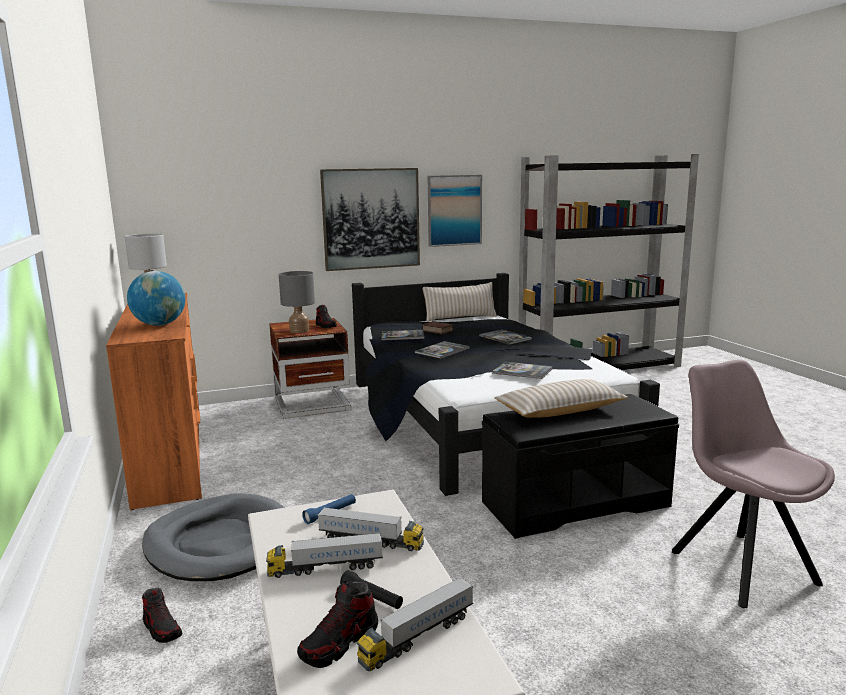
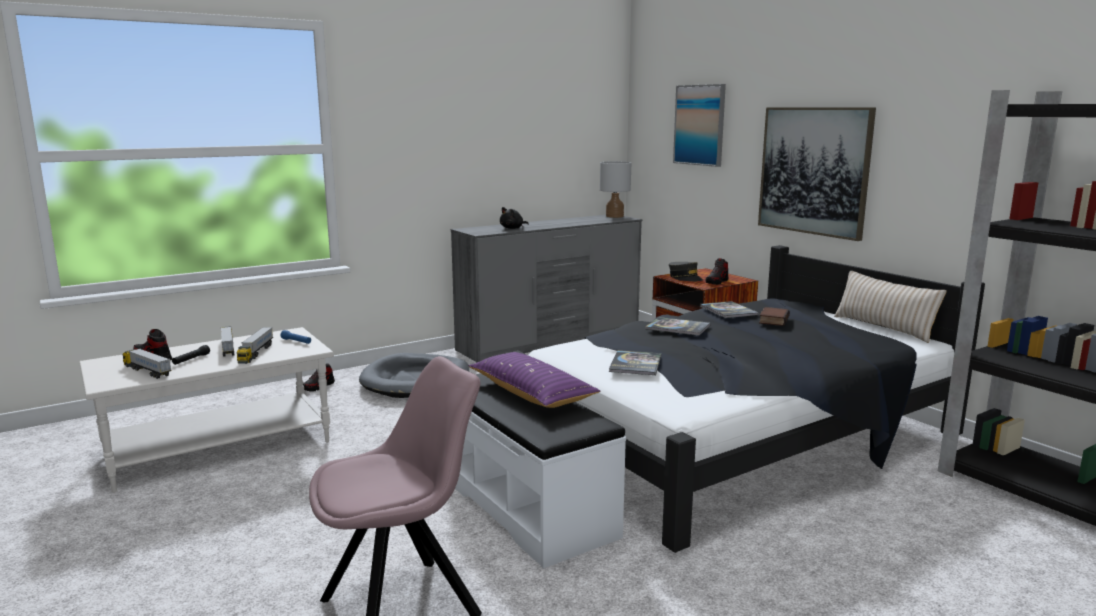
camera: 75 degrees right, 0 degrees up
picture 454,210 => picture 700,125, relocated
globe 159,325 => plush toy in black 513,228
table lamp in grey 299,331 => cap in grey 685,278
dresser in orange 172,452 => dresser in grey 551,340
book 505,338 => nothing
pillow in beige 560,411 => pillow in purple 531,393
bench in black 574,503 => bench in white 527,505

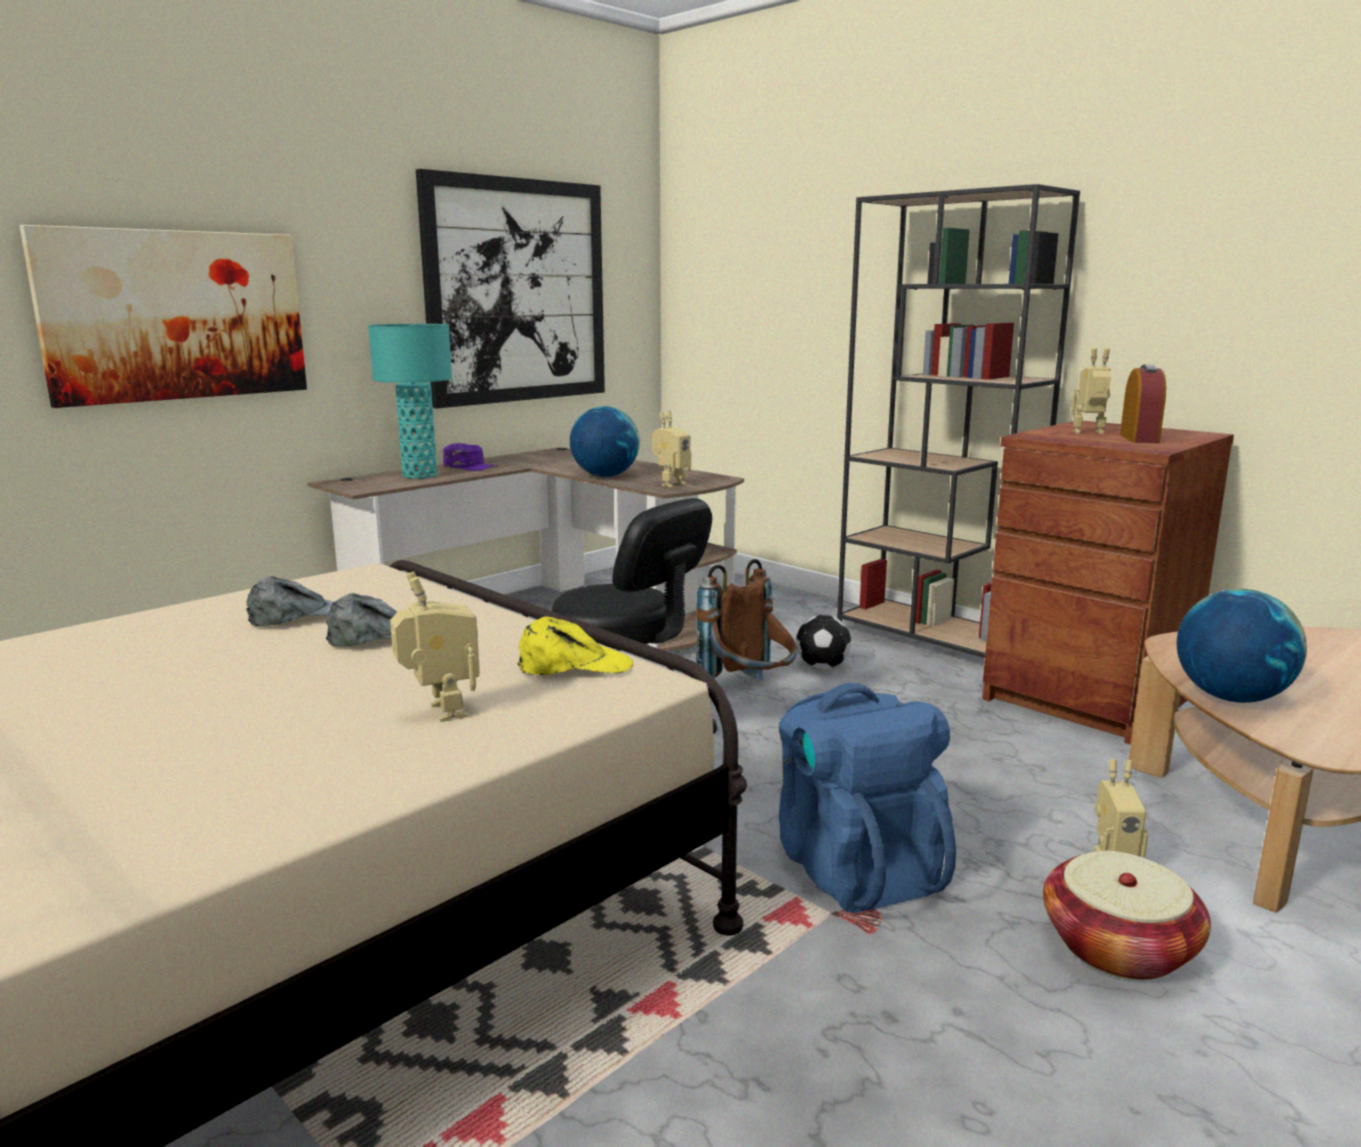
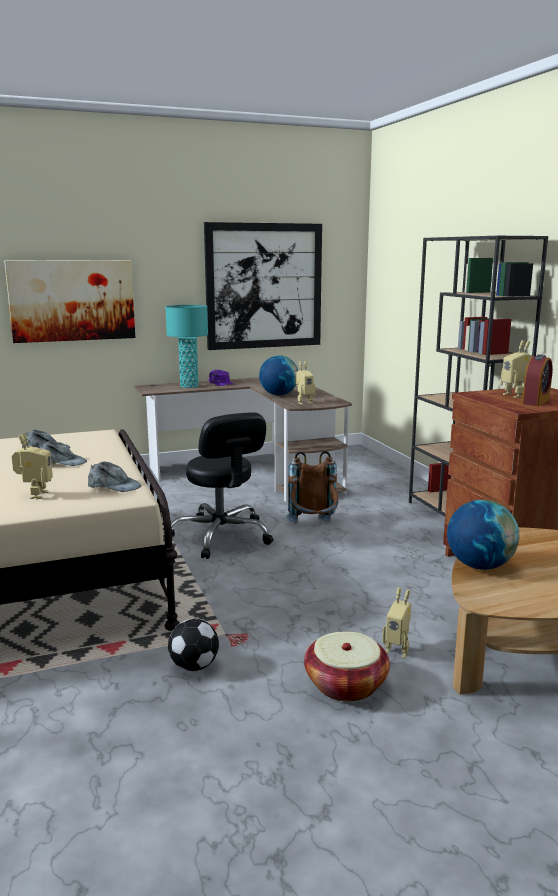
camera: 25 degrees right, 0 degrees up
toy robot 1089,433 => toy robot 515,395, 150 degrees counterclockwise
football 823,667 => football 194,666, relocated
cap in yellow 575,665 => cap in grey 113,486
backpack in blue 854,867 => nothing

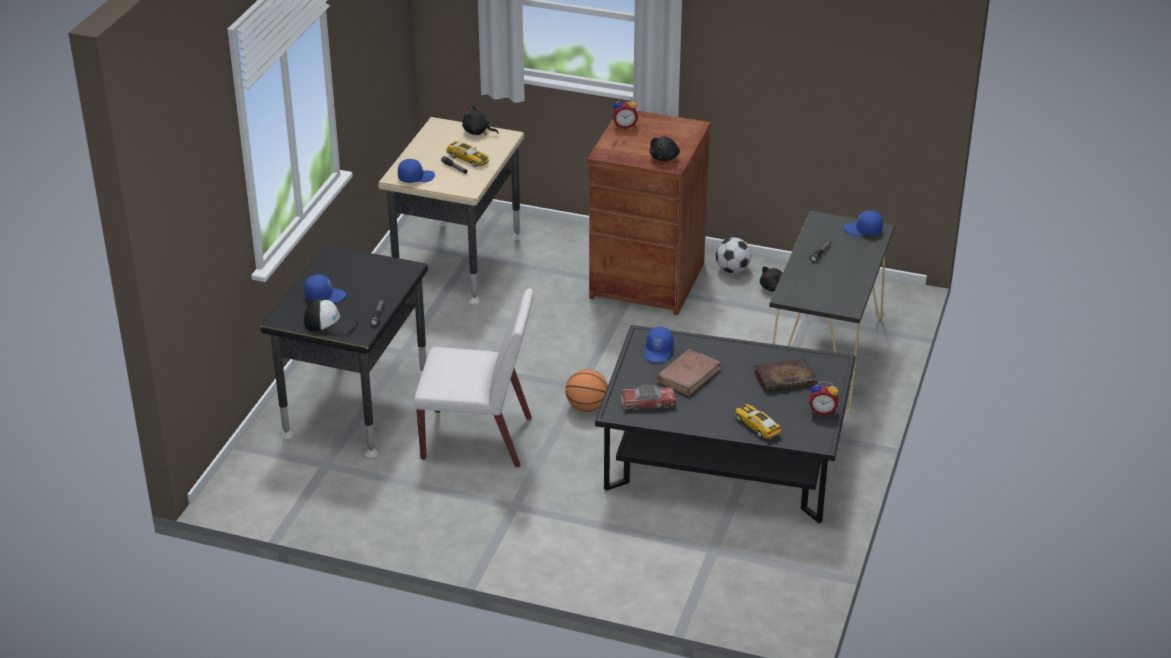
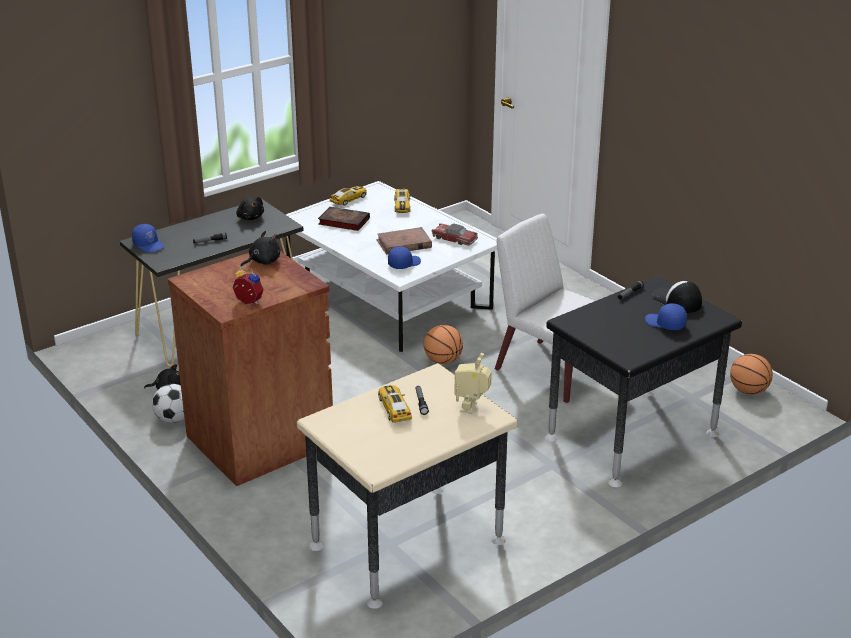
camera: 145 degrees left, 5 degrees down
plush toy in black 477,132 => plush toy in black 250,217, relocated
cap in blue 416,177 => toy robot 472,408
coffee table in black 724,459 => coffee table in white 389,296
alarm clock 822,410 => toy car 348,199
nothing => basketball 748,391

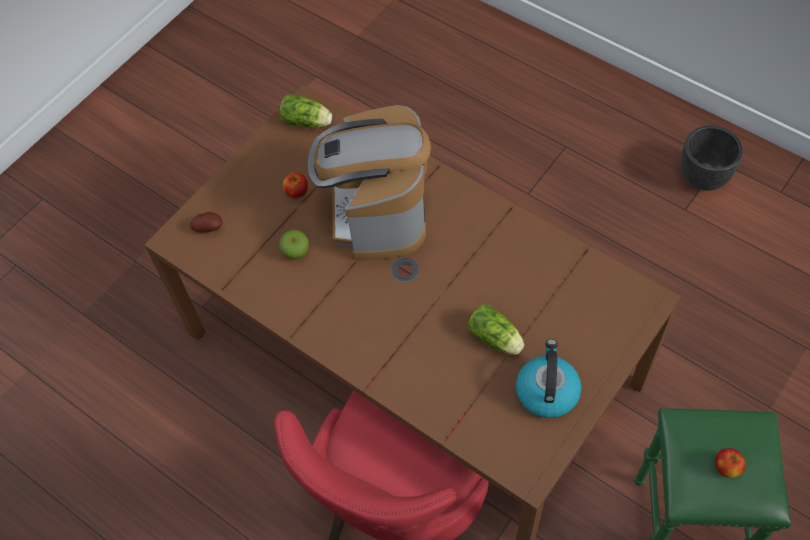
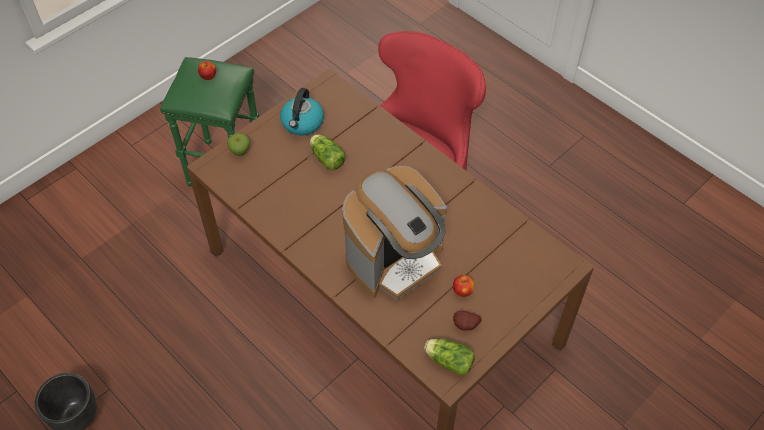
camera: 175 degrees left, 5 degrees down
coffee machine 378,214 => coffee machine 395,260, 45 degrees clockwise
potato 209,227 => potato 466,326, relocated
apple 296,253 => apple 240,151, relocated

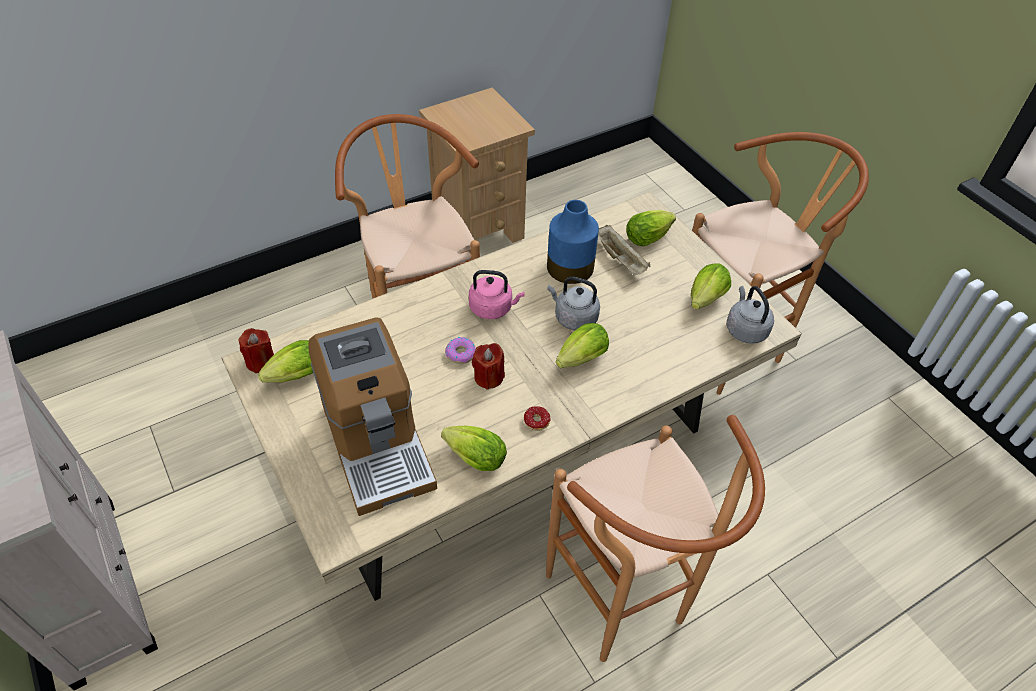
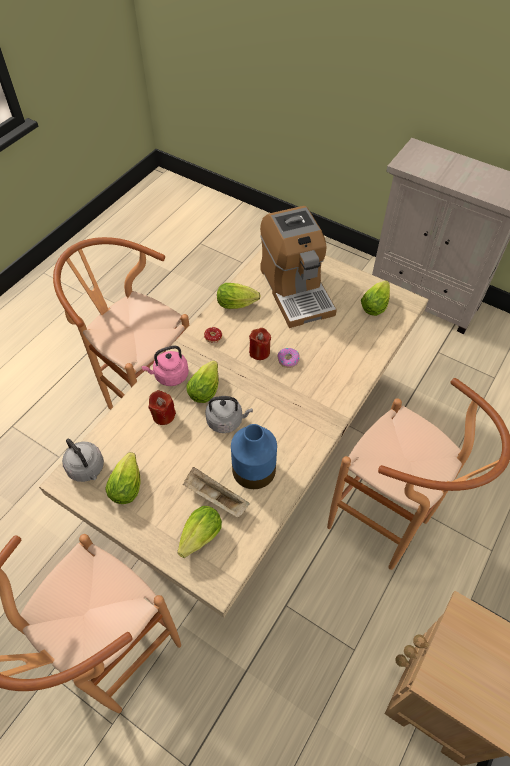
camera: 155 degrees right, 5 degrees up
kettle in pink 493,308 => kettle in pink 169,376, relocated
coffee machine 377,444 => coffee machine 296,290, 150 degrees counterclockwise
candle in red 260,361 => candle in red 163,415, relocated

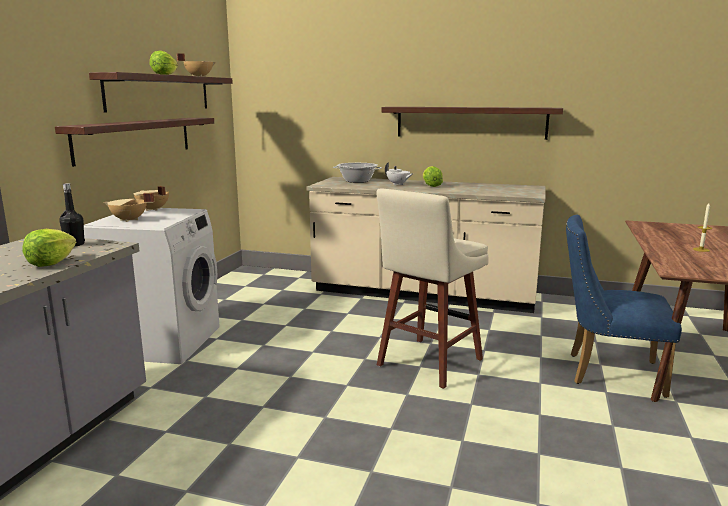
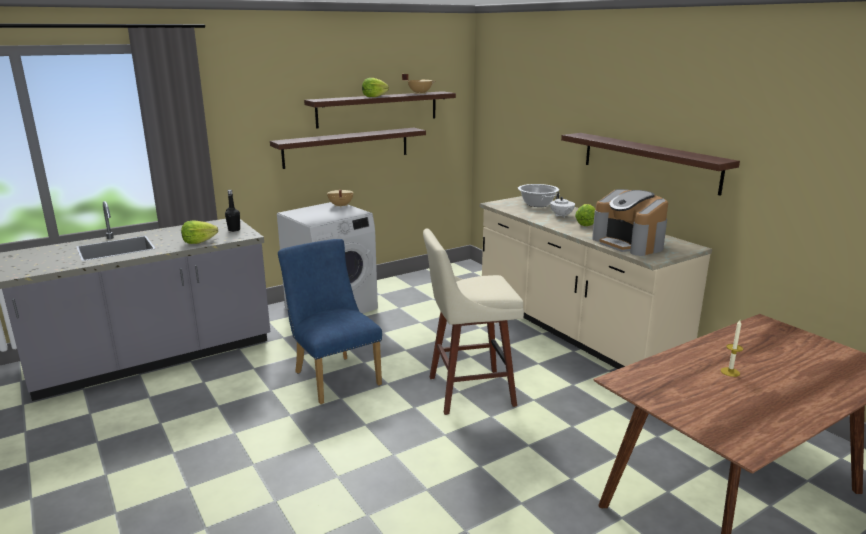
camera: 40 degrees right, 5 degrees up
cooking pot in beige 129,220 => nothing
chair in blue 606,372 => chair in blue 333,376, relocated
nothing => coffee machine 629,243

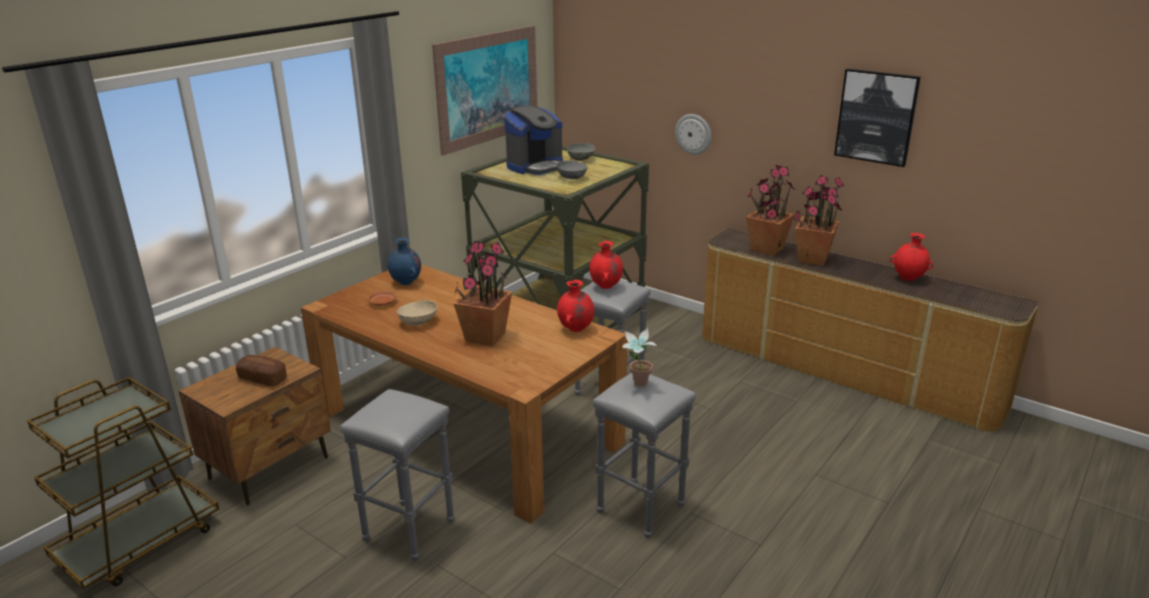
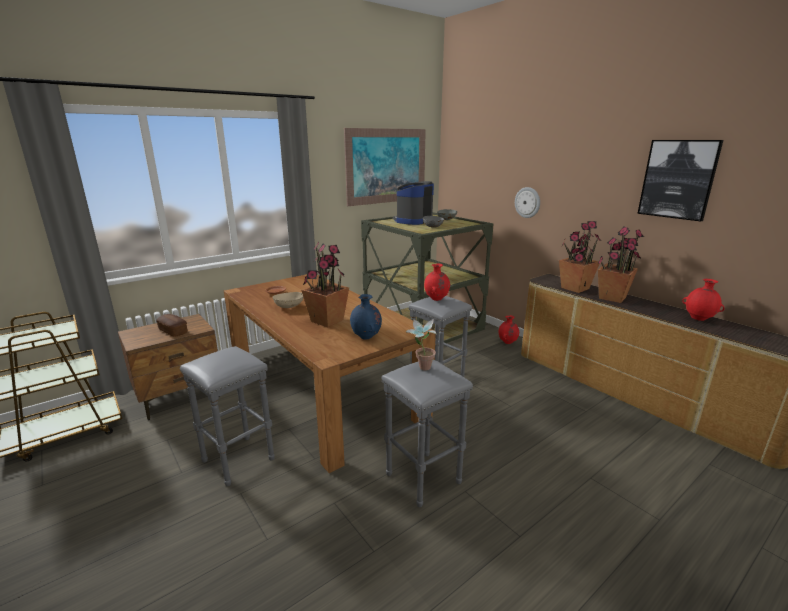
camera: 15 degrees right, 5 degrees down
coffee machine 535,166 => coffee machine 413,221, 150 degrees clockwise
vase in blue 406,283 => vase in blue 366,337, relocated
vase in red 576,329 => vase in red 507,342, relocated

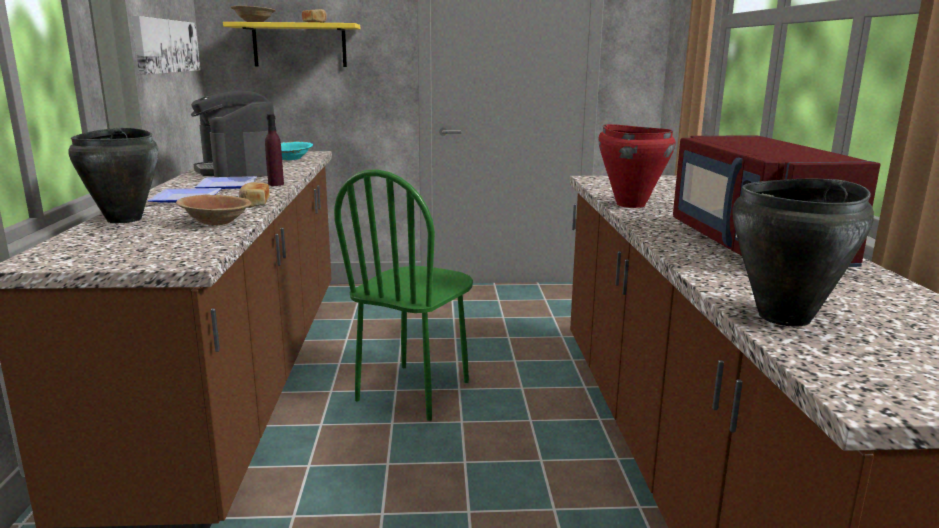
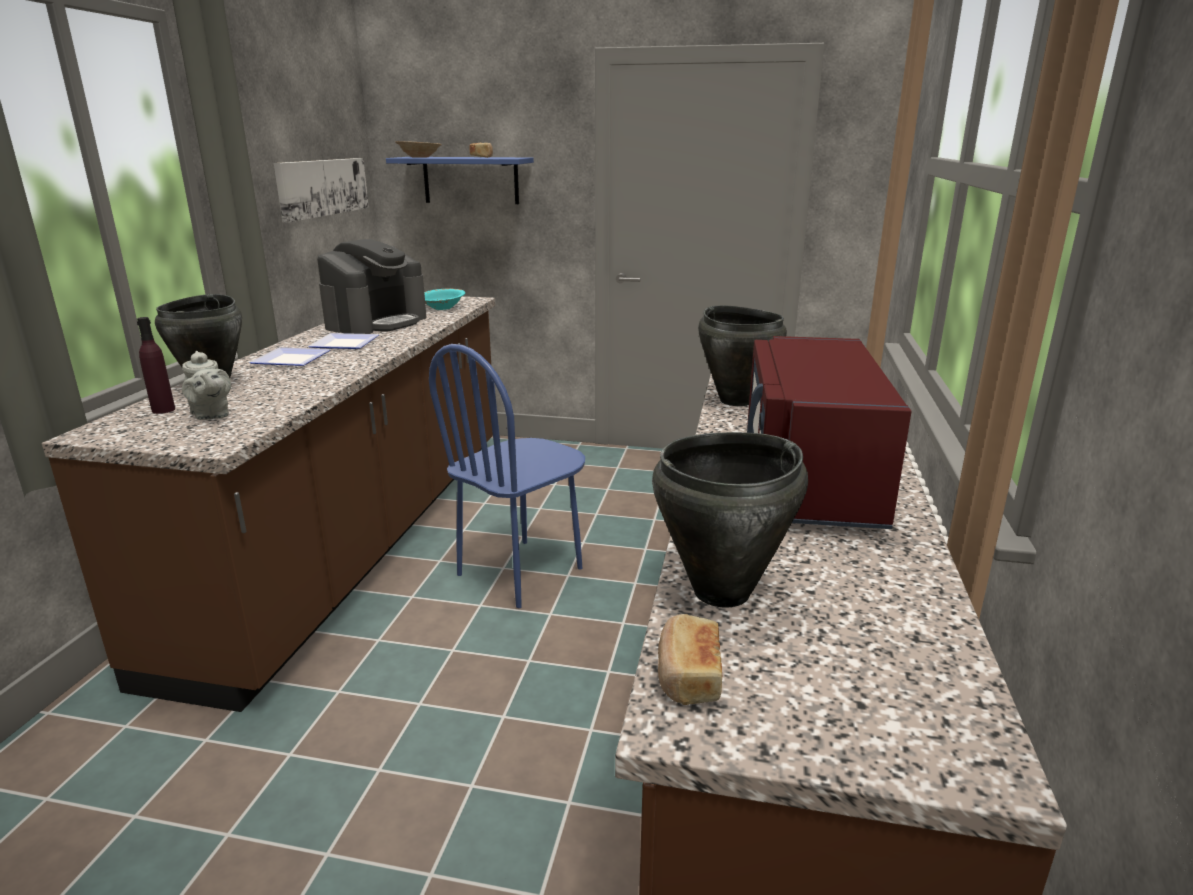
camera: 15 degrees right, 5 degrees up
shelf in yellow 299,45 => shelf in blue 471,180
coffee machine 239,170 => coffee machine 376,322, 135 degrees counterclockwise
bottle in purple 276,184 => bottle in purple 163,410, relocated
cooking pot in red 630,204 => cooking pot in black 736,400
chair in green 414,391 => chair in blue 520,572
bread 254,204 => bread 687,676, relocated
bowl in brown 216,222 => nothing
nothing => teapot in grey 211,415

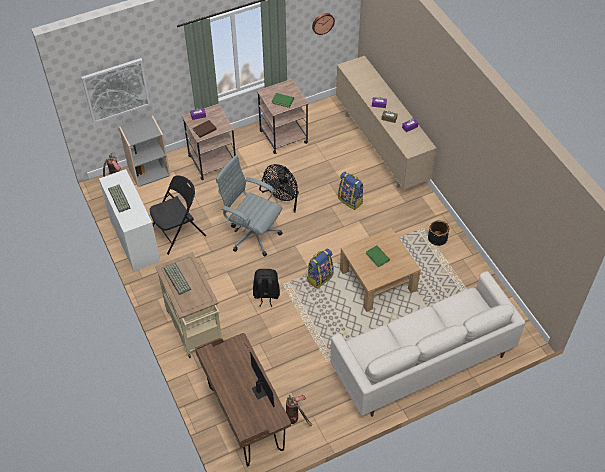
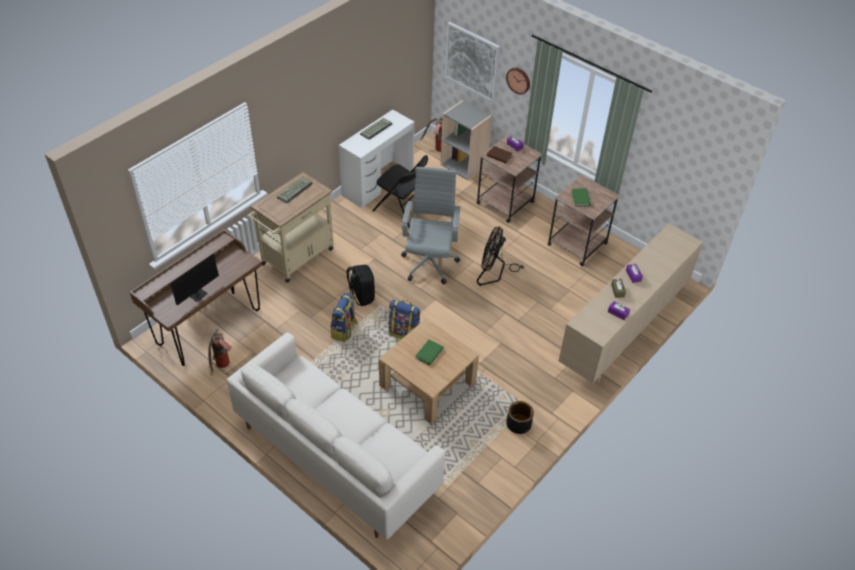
camera: 65 degrees right, 5 degrees down
wall clock 322,23 => wall clock 519,80, relocated
backpack 351,200 => backpack 344,330, relocated

